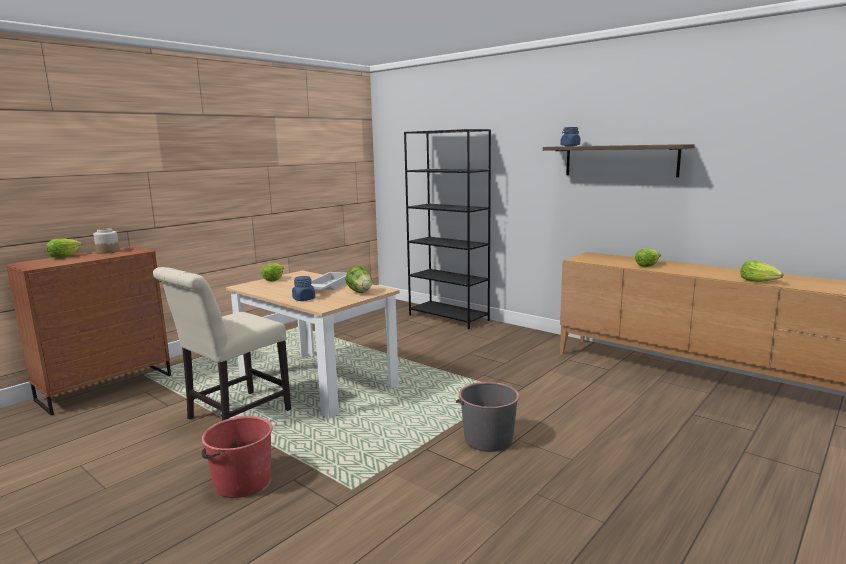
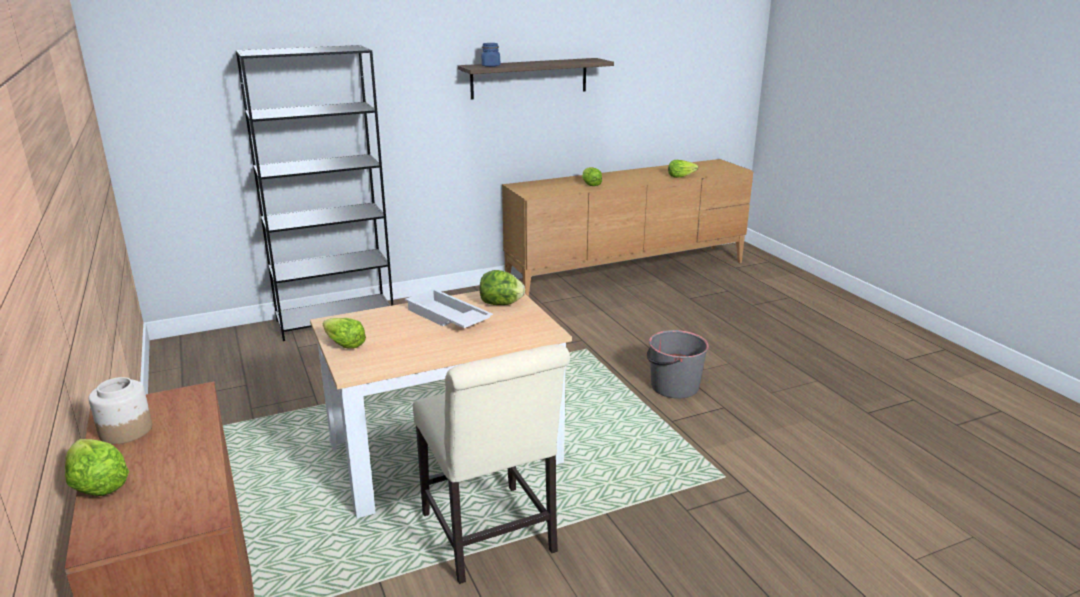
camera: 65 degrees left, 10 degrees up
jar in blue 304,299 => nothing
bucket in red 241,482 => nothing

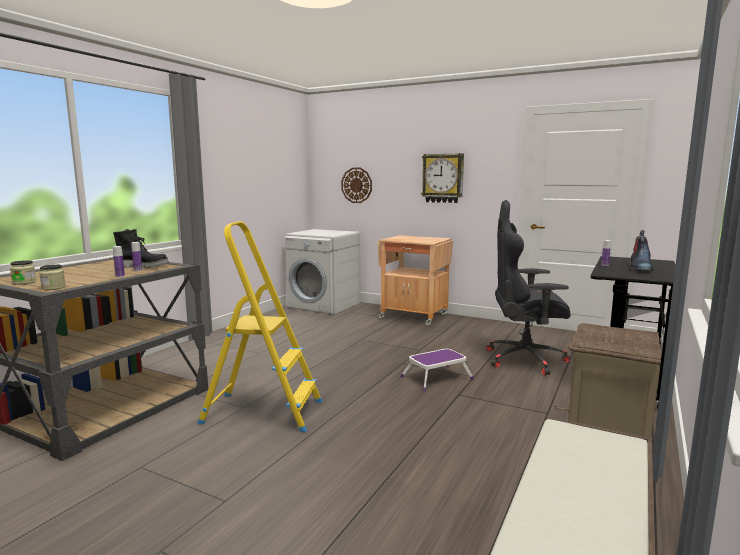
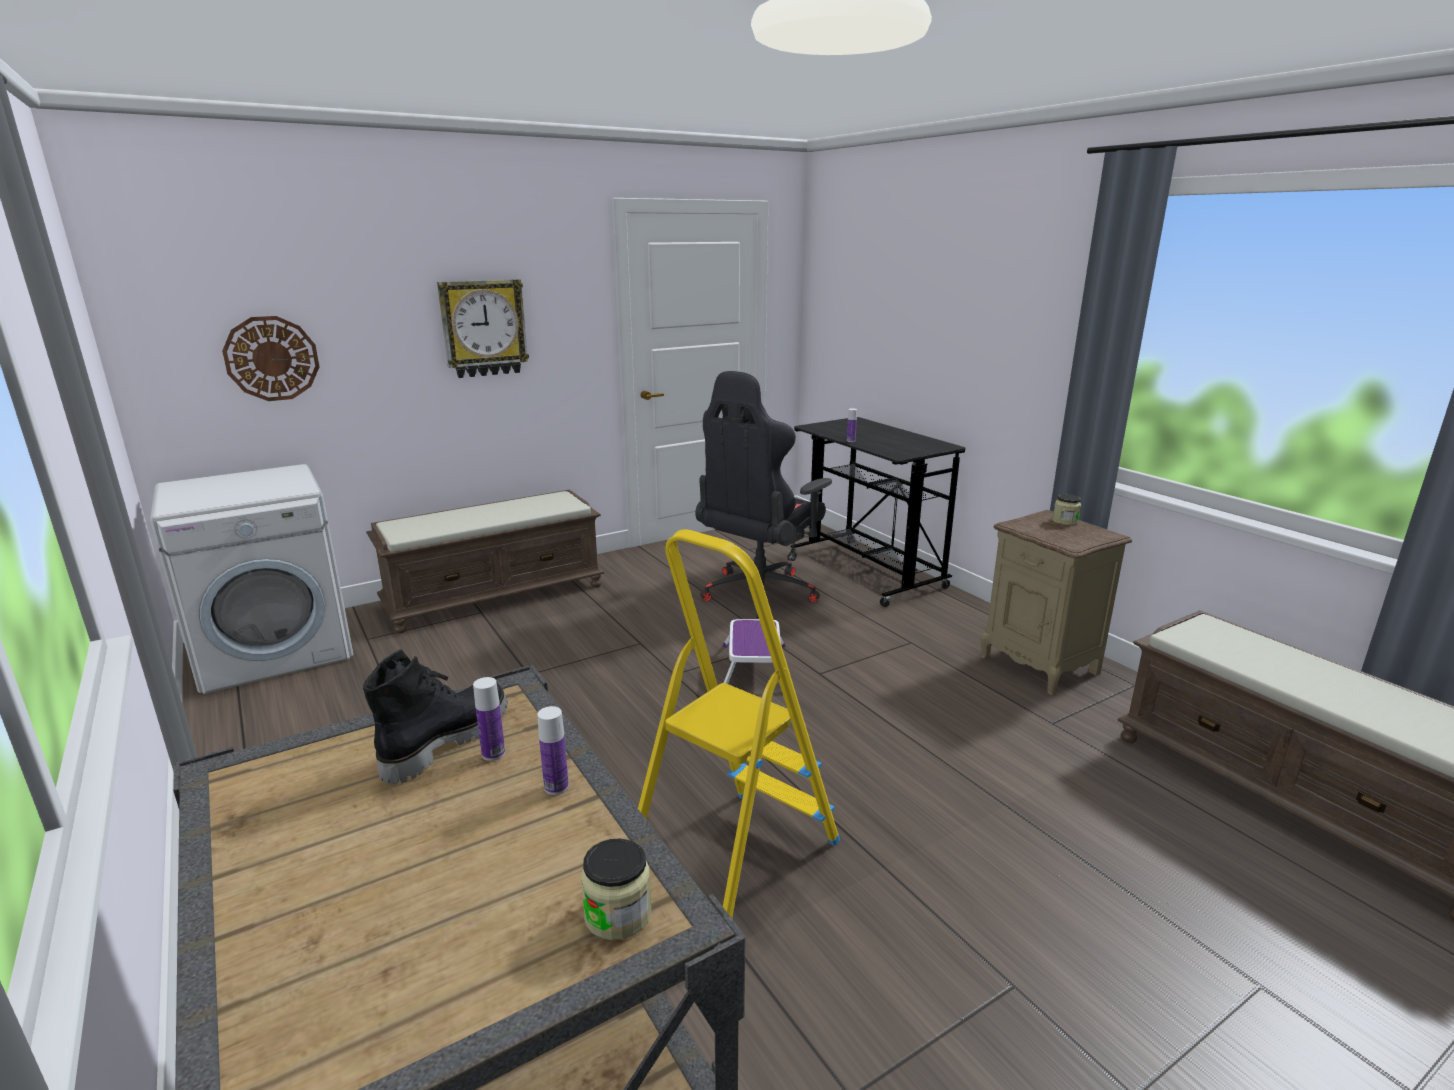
camera: 60 degrees left, 10 degrees up
boot 640,268 => nothing
cart in brown 414,316 => bench in brown 496,596
jar 24,282 => jar 1065,521, relocated

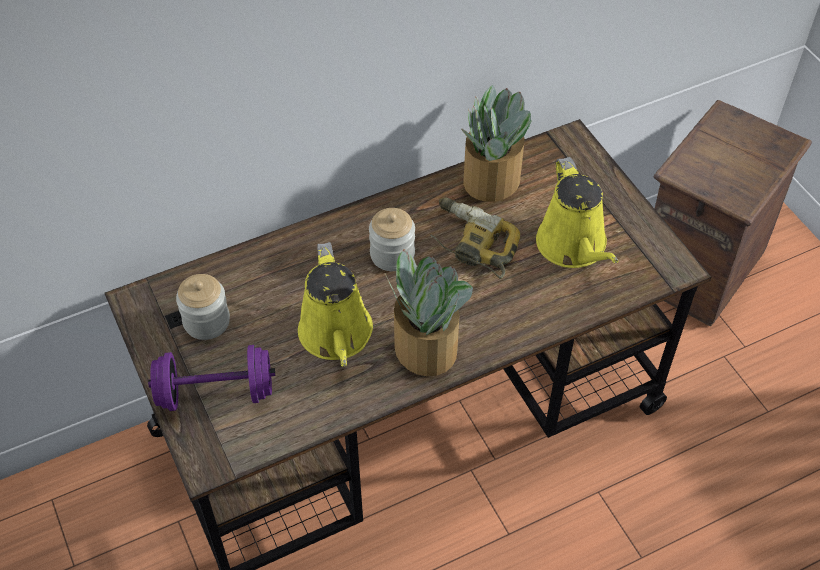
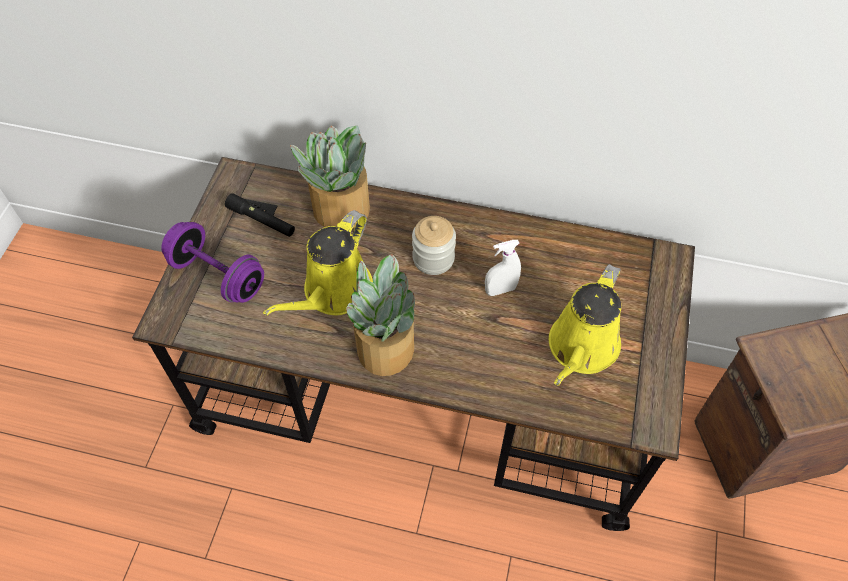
camera: 40 degrees right, 5 degrees up
potted plant 490,181 => potted plant 340,209, relocated
power drill 471,244 => spray bottle in white 500,290
jar 206,321 => flashlight in black 261,220

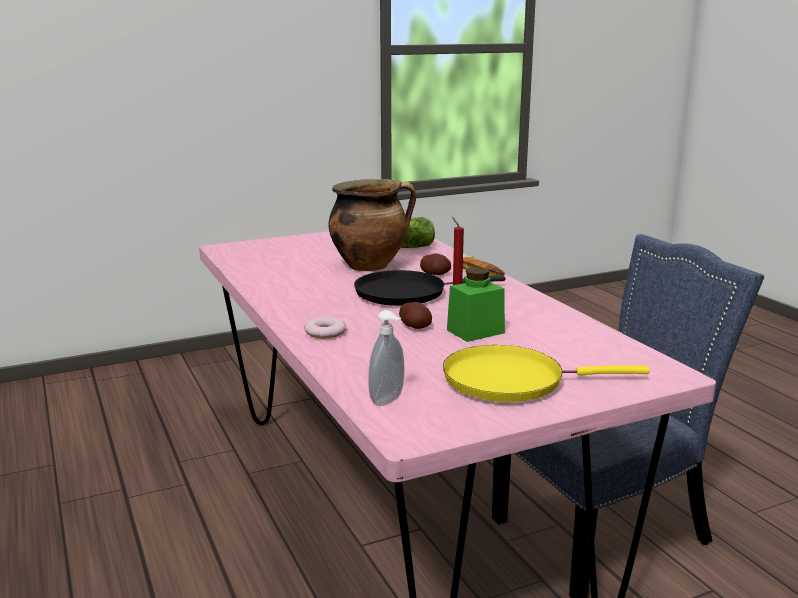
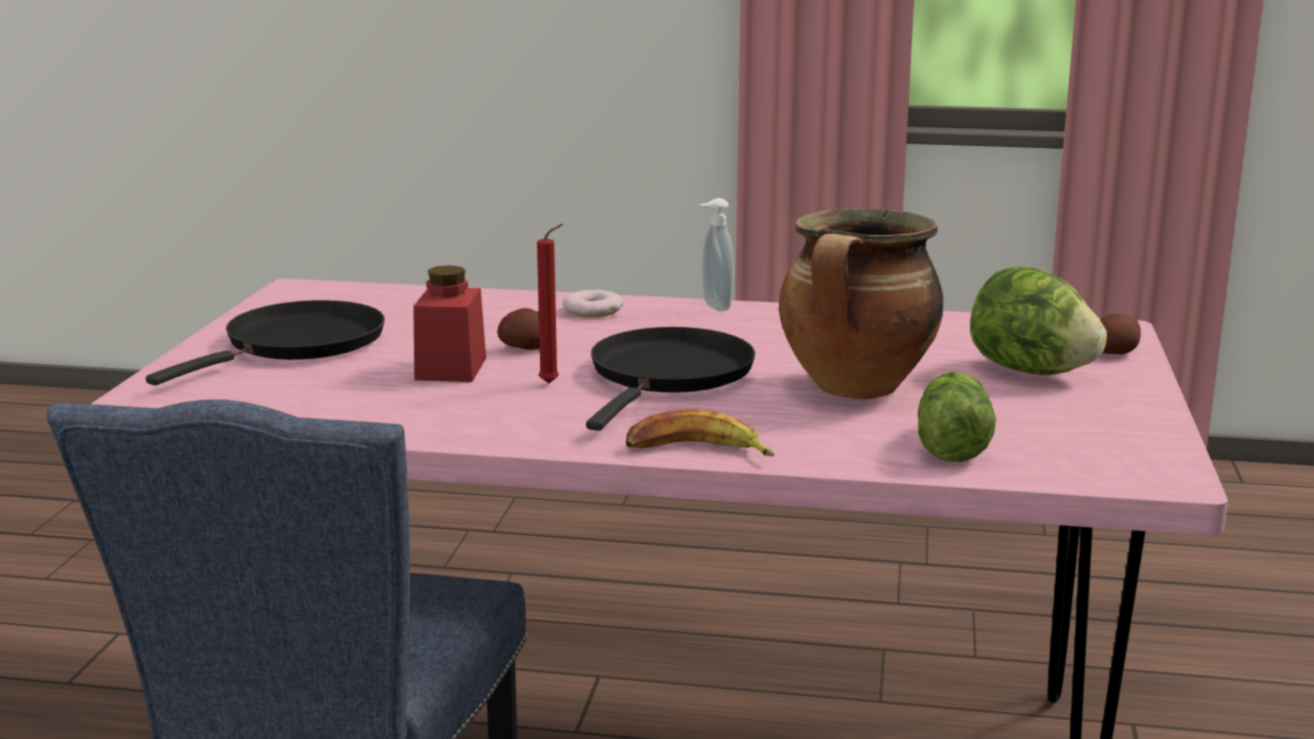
camera: 125 degrees right, 0 degrees up
potato 435,274 => potato 1114,353, relocated
jar in green 475,331 => jar in red 451,369
soap dispenser 388,401 => soap dispenser 714,306, relocated
frying pan in yellow 511,380 => frying pan in black 298,344
nothing => lettuce 1030,371

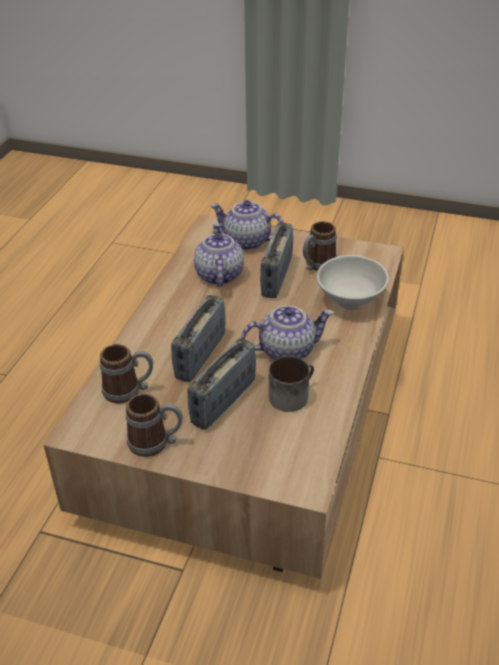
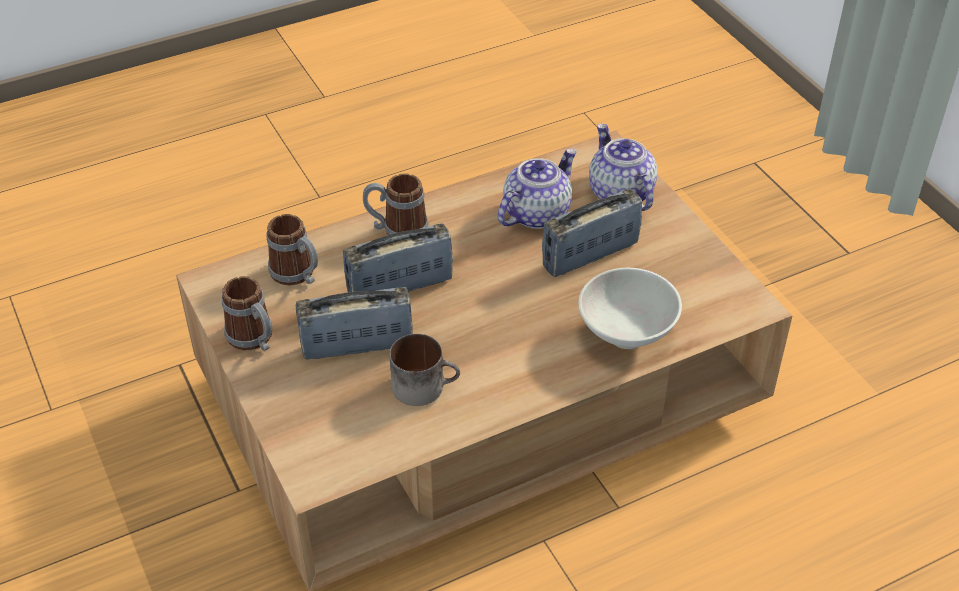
camera: 45 degrees right, 5 degrees up
mug 317,266 => mug 397,229, relocated
teapot 287,350 => nothing

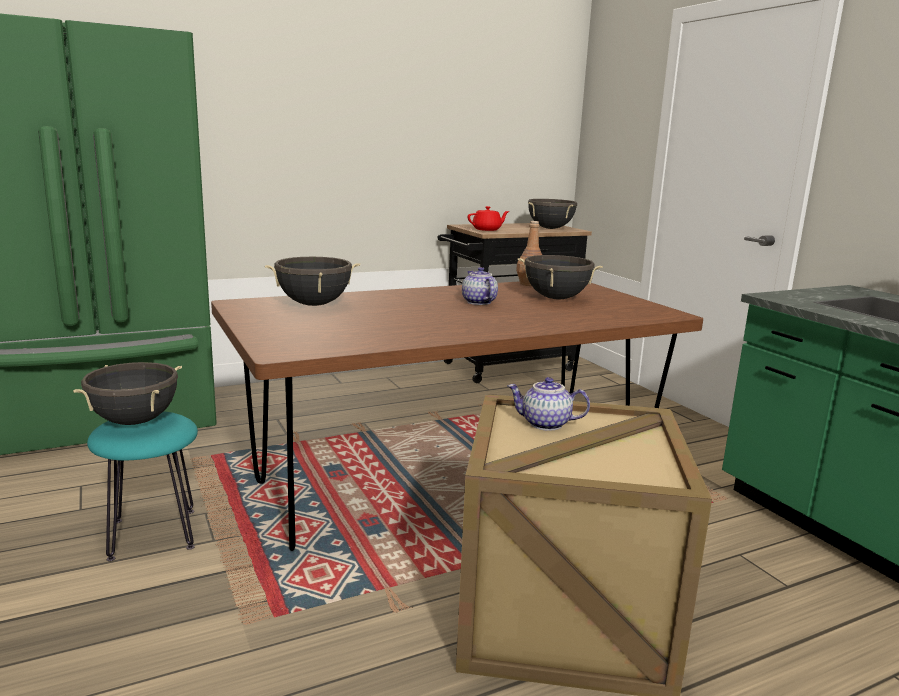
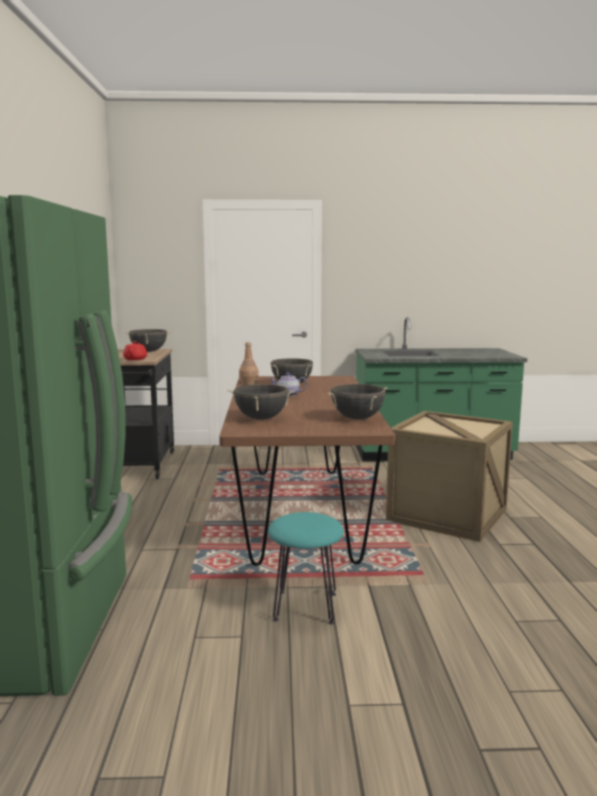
camera: 65 degrees left, 5 degrees down
cooking pot in black 134,421 => cooking pot in black 357,418, relocated
teapot 545,424 => nothing

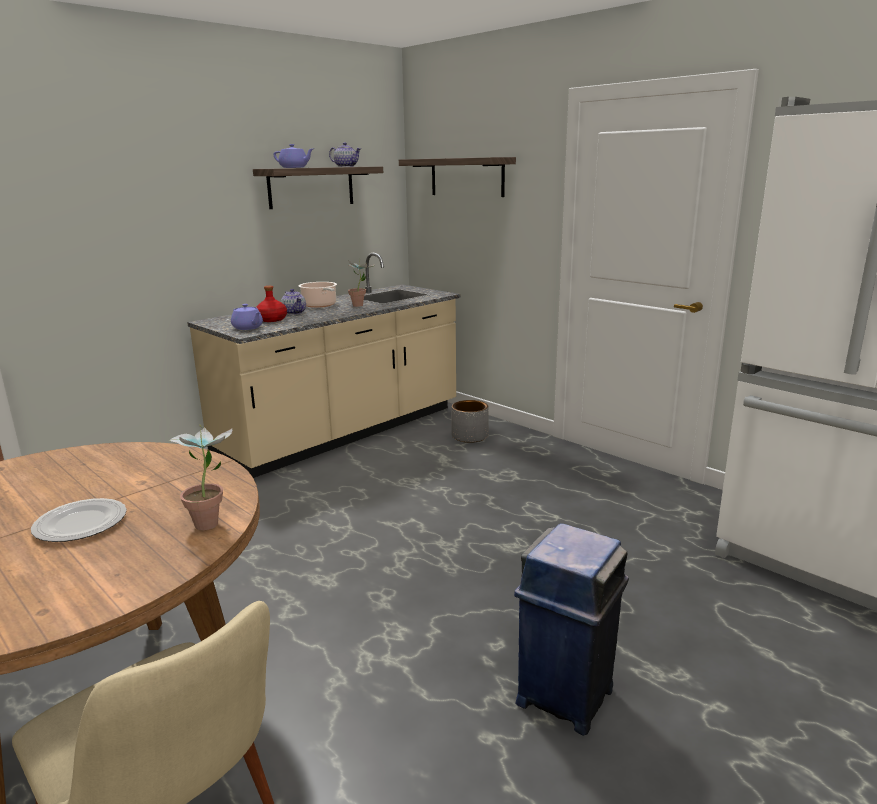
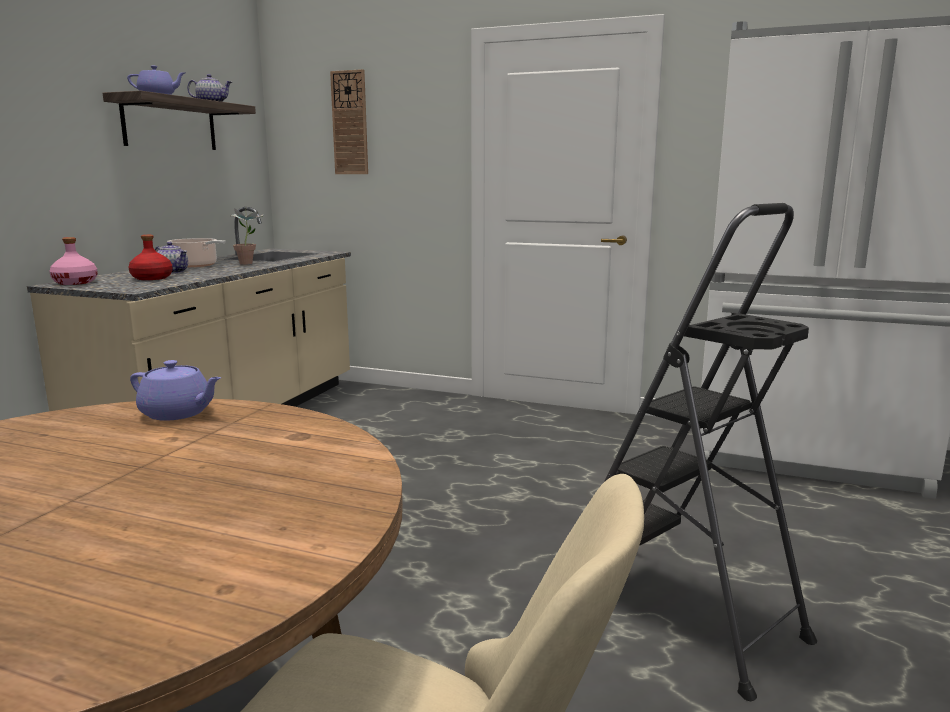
camera: 25 degrees left, 5 degrees down
shelf 467,177 => wall clock 350,123
teapot in purple 248,328 => teapot in purple 178,413, relocated
planter in grey 470,436 => nothing
potted plant 212,520 => nothing
plate 79,524 => nothing
trash can in blue 566,695 => step ladder 678,612
nothing => bottle in pink 75,282

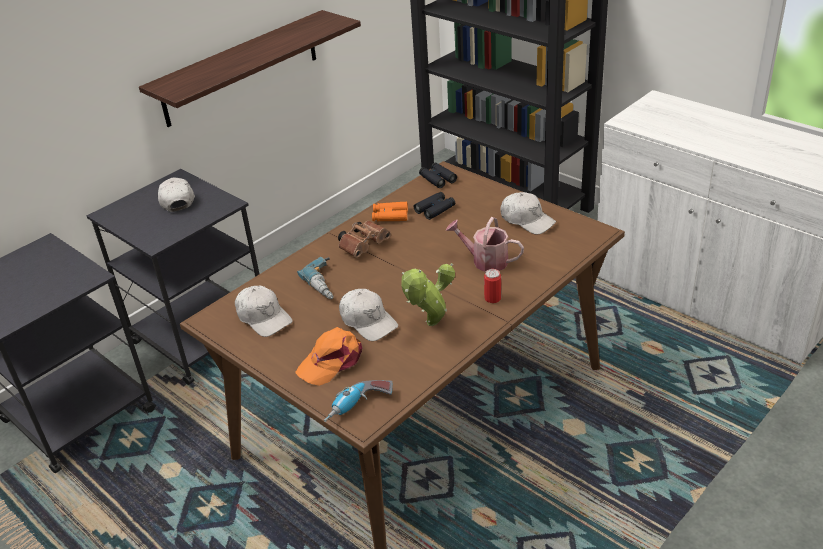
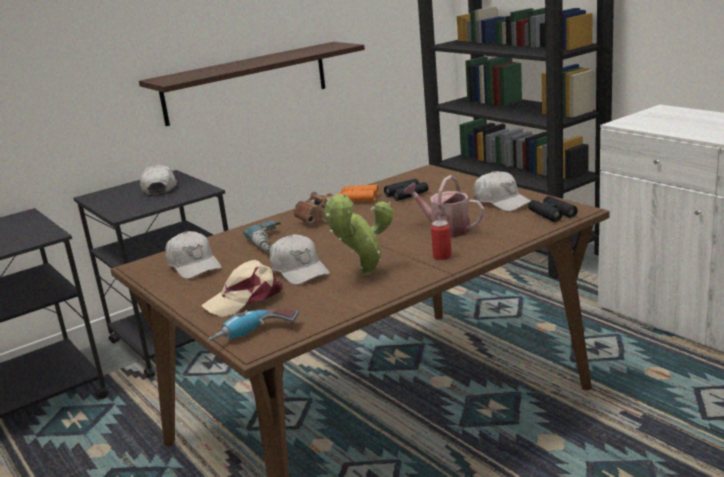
camera: 10 degrees right, 15 degrees down
binoculars in black 437,179 => binoculars in black 551,214, relocated
cap in orange 332,361 => cap in beige 245,299

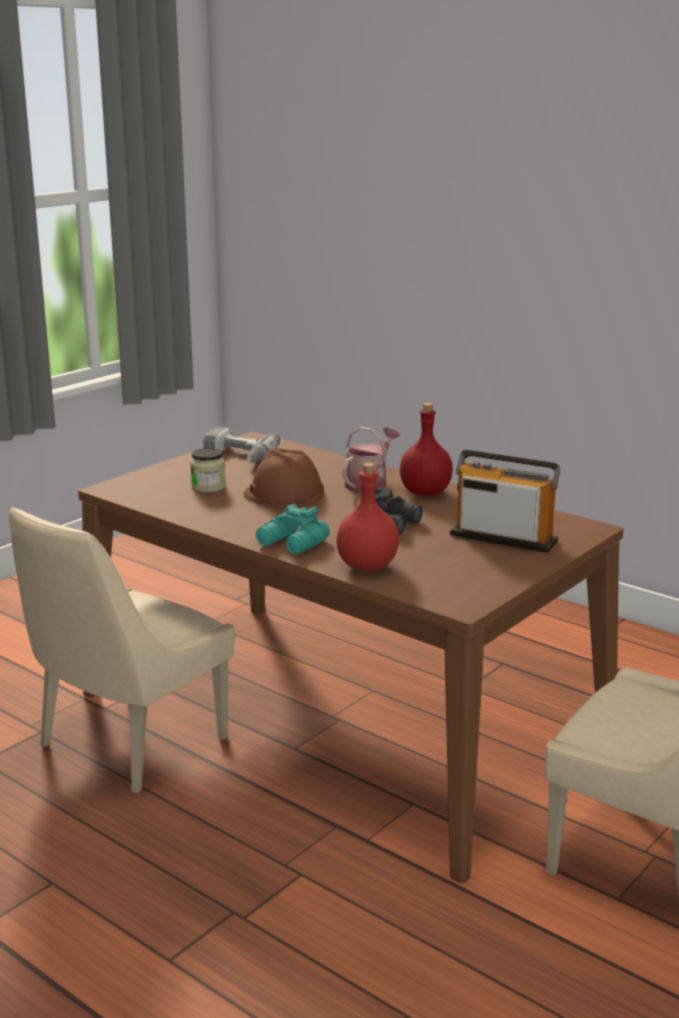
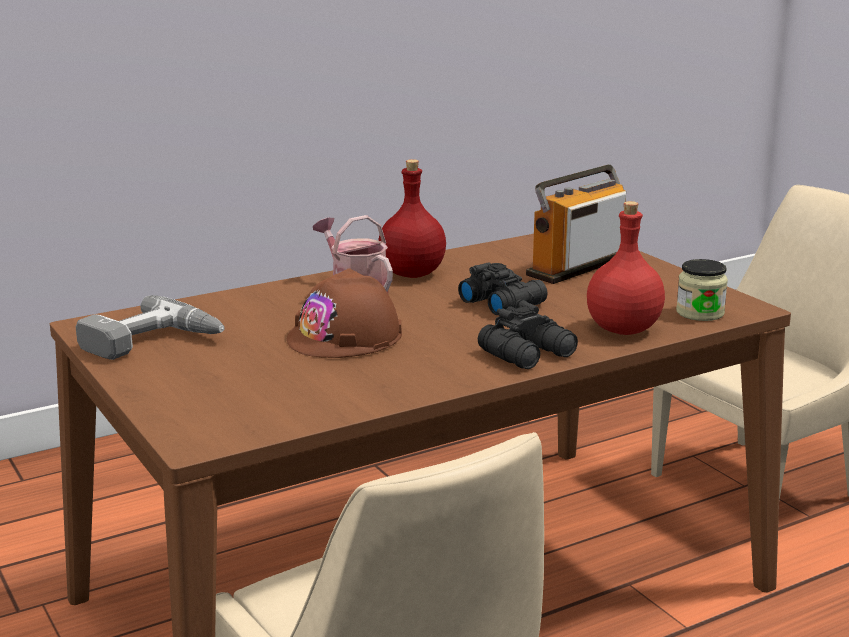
camera: 70 degrees left, 0 degrees up
jar 208,487 => jar 700,313, relocated
binoculars in turquoise 293,543 => binoculars in black 529,354

